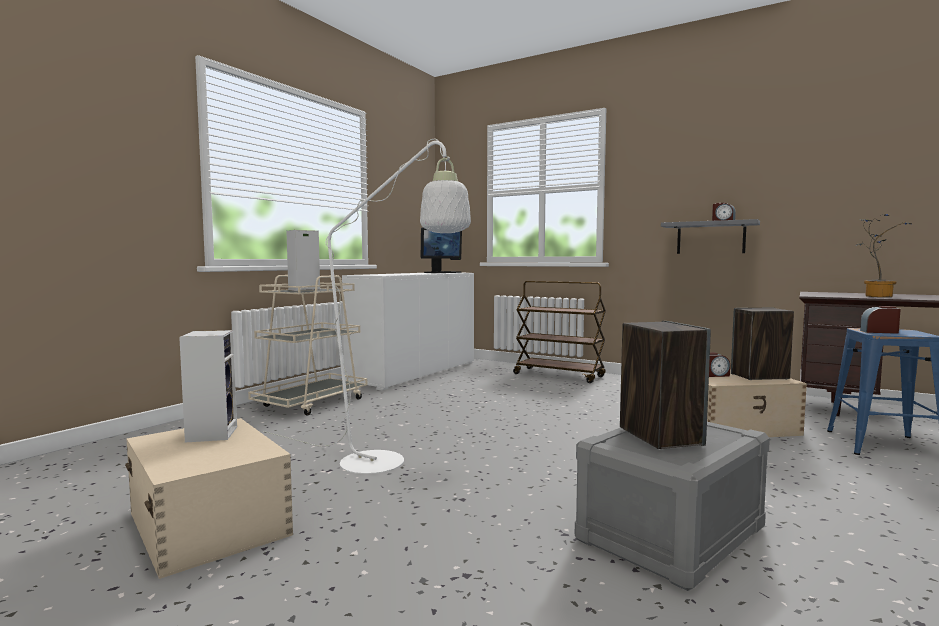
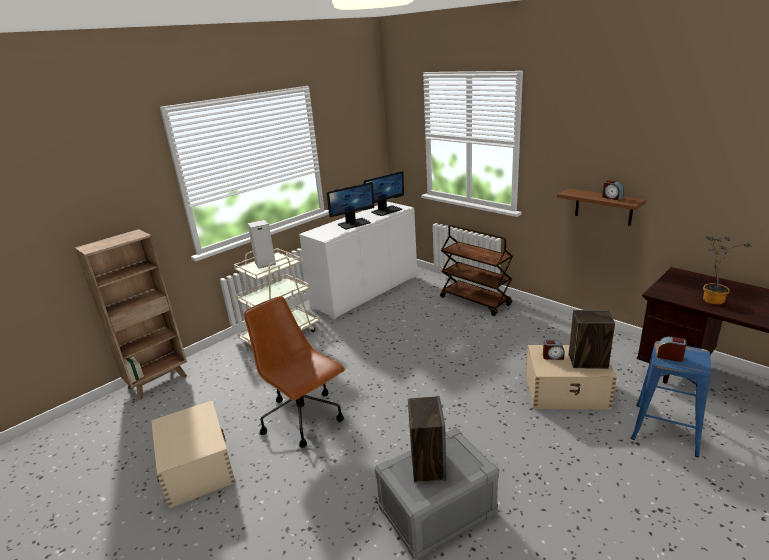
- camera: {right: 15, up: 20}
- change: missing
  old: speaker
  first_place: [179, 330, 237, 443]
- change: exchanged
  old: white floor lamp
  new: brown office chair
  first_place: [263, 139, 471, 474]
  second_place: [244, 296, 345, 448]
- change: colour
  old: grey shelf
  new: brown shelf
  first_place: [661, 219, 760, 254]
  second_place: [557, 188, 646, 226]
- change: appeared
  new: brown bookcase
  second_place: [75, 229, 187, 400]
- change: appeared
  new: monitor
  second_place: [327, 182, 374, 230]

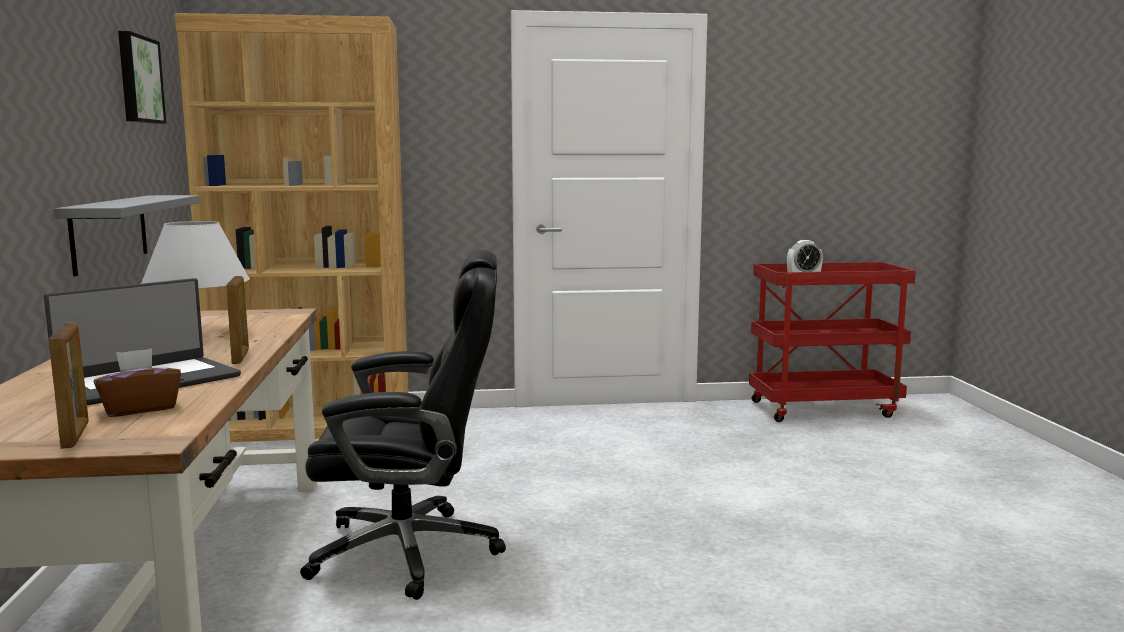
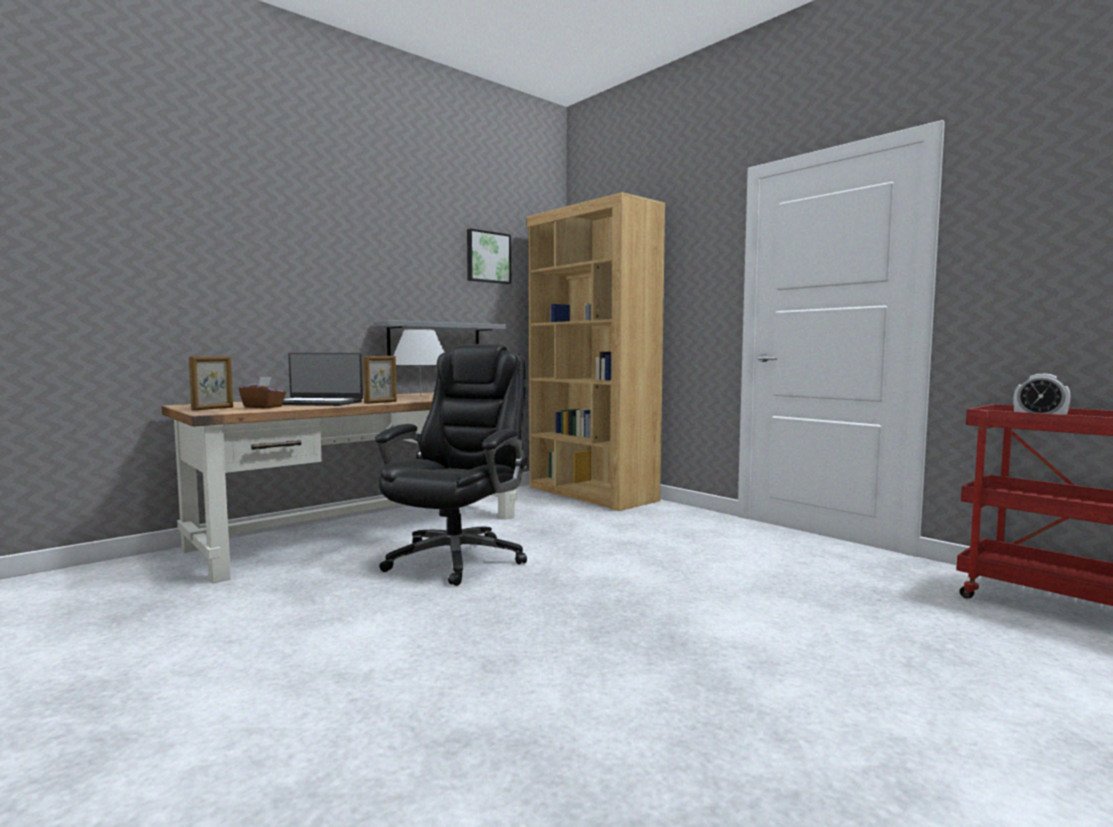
- camera: {right: 55, up: -5}
- change: spun
  old: black office chair
  first_place: [300, 250, 506, 600]
  second_place: [375, 344, 528, 586]
  degrees: -120

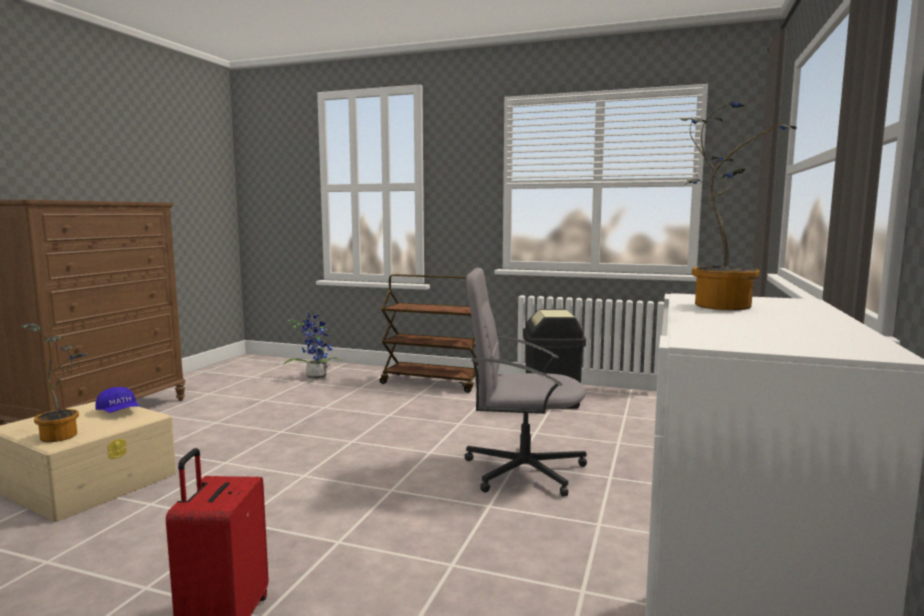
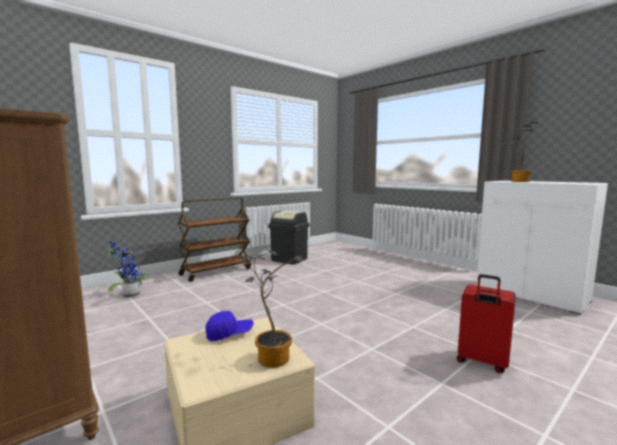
- camera: {right: -60, up: 0}
- change: missing
  old: grey office chair
  first_place: [465, 268, 587, 497]

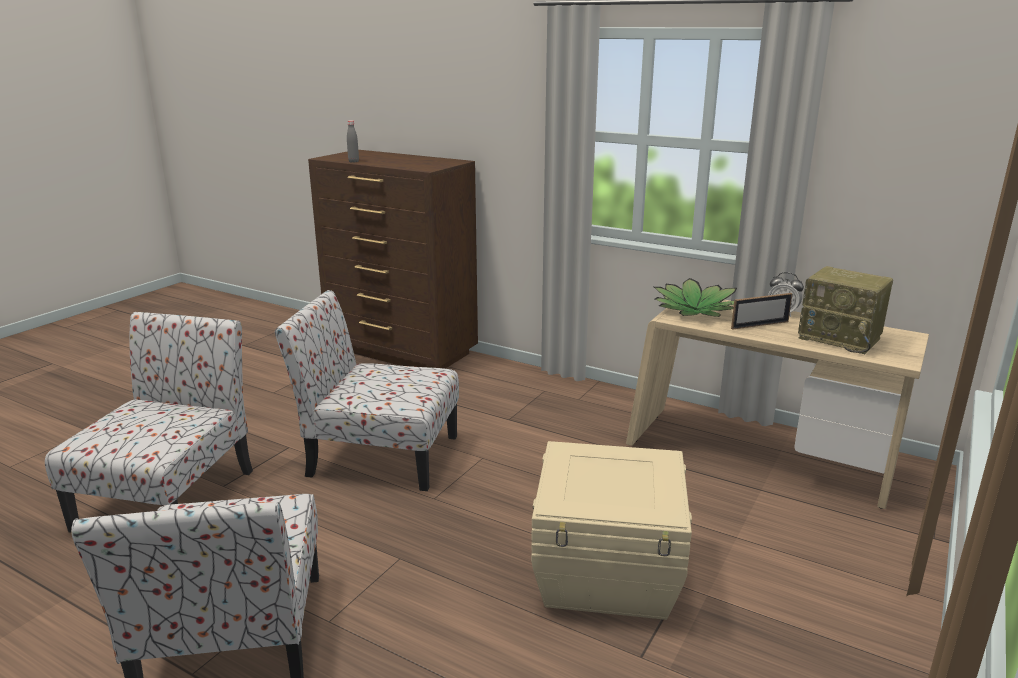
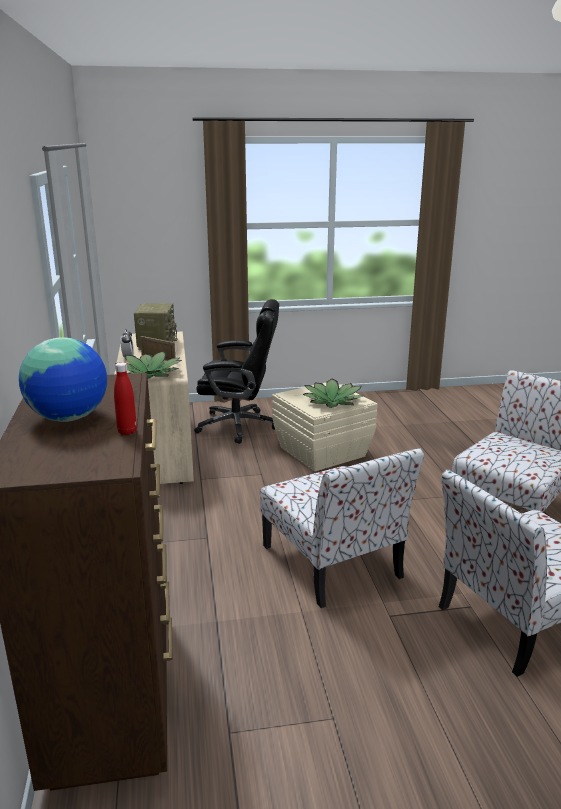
- camera: {right: -130, up: 0}
- change: colour
  old: grey bottle
  new: red bottle
  first_place: [347, 120, 359, 162]
  second_place: [114, 362, 137, 435]
- change: appeared
  new: globe
  second_place: [19, 337, 107, 422]
- change: appeared
  new: black office chair
  second_place: [194, 299, 279, 444]
- change: appeared
  new: potted plant
  second_place: [303, 379, 363, 408]

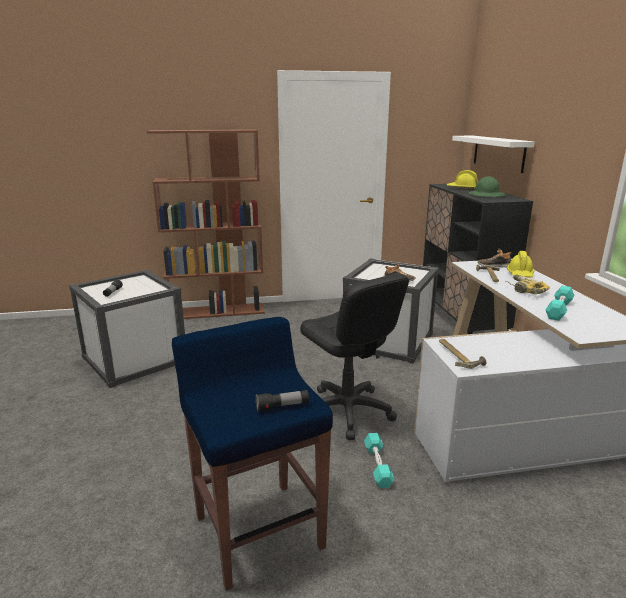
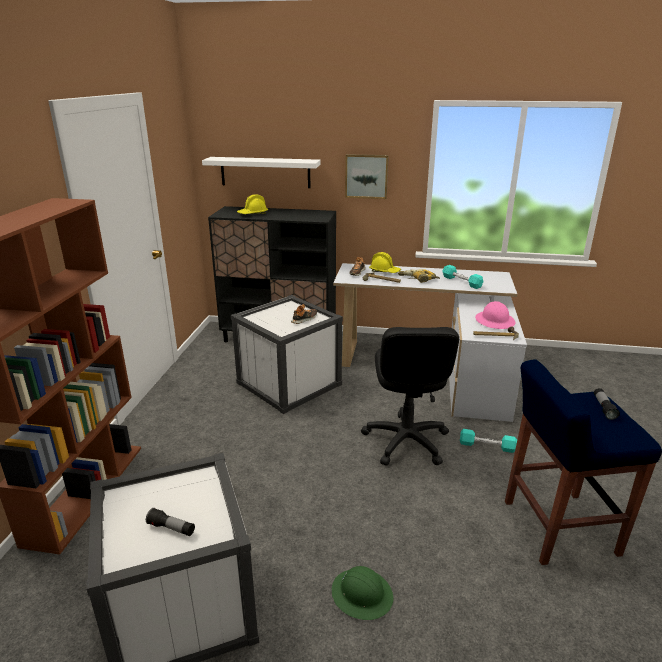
- camera: {right: -70, up: 5}
- change: spun
  old: black office chair
  first_place: [300, 273, 409, 440]
  second_place: [361, 327, 459, 466]
  degrees: 105
- change: relocated
  old: green hard hat
  first_place: [469, 176, 505, 197]
  second_place: [332, 566, 393, 620]
- change: appeared
  new: picture
  second_place: [345, 154, 389, 199]
- change: appeared
  new: pink hard hat
  second_place: [475, 301, 515, 329]

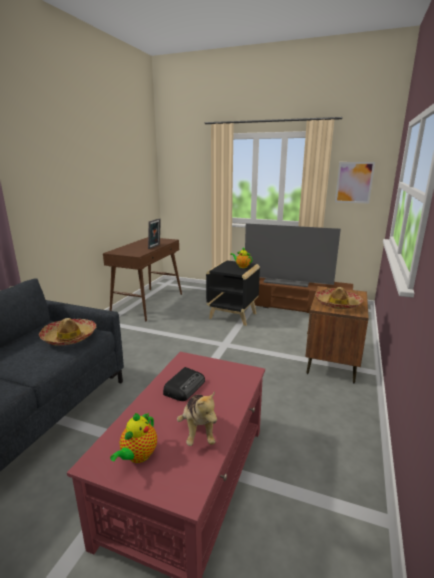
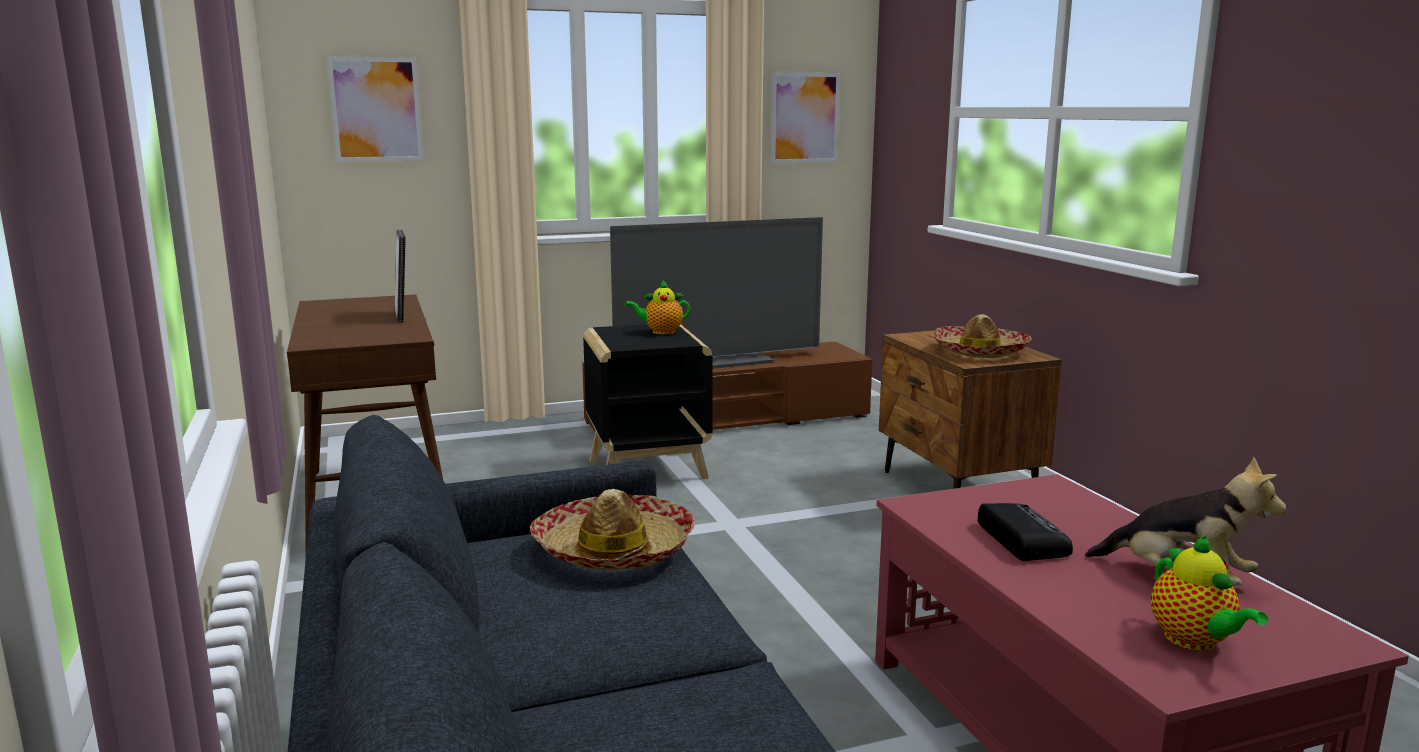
- camera: {right: -40, up: -5}
- change: appeared
  new: picture
  second_place: [327, 57, 424, 162]

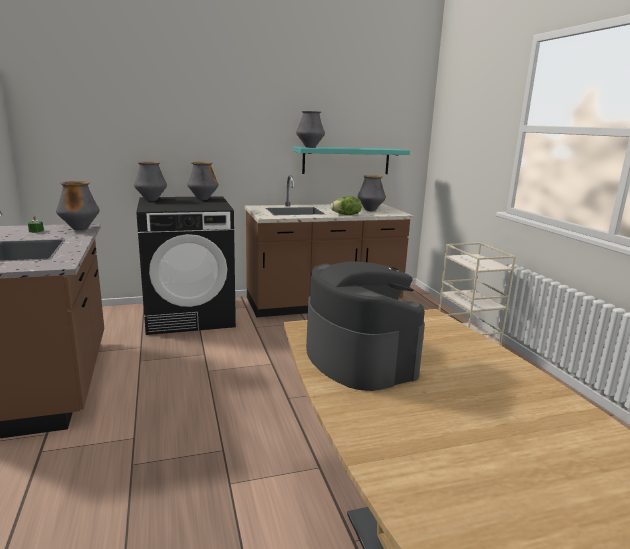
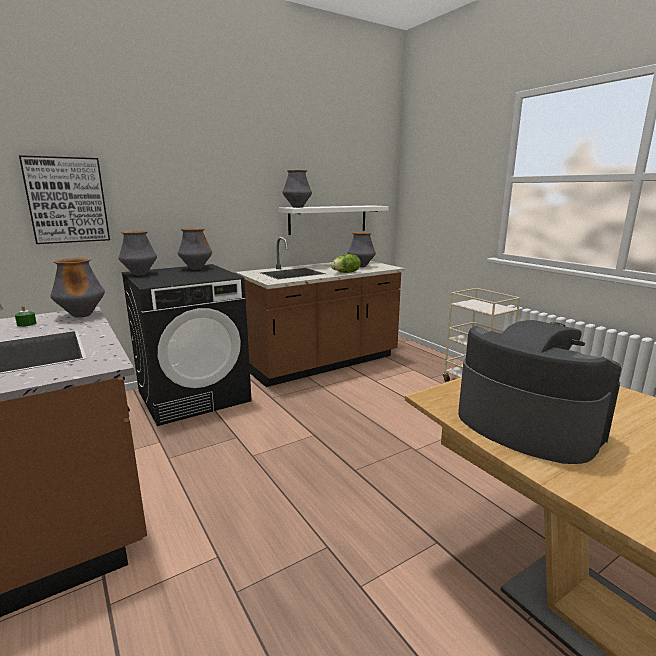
- camera: {right: -15, up: 0}
- change: colour
  old: turquoise shelf
  new: white shelf
  first_place: [293, 147, 410, 174]
  second_place: [279, 205, 389, 235]
- change: appeared
  new: picture
  second_place: [19, 155, 110, 244]

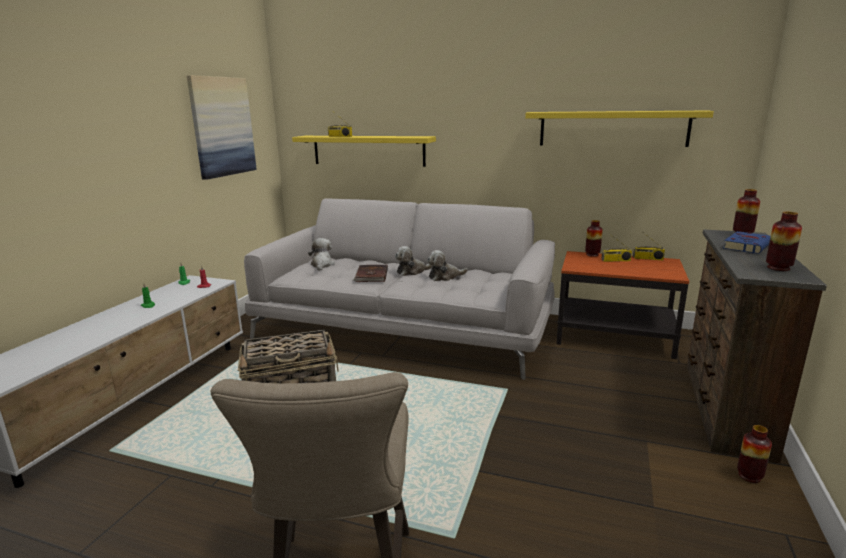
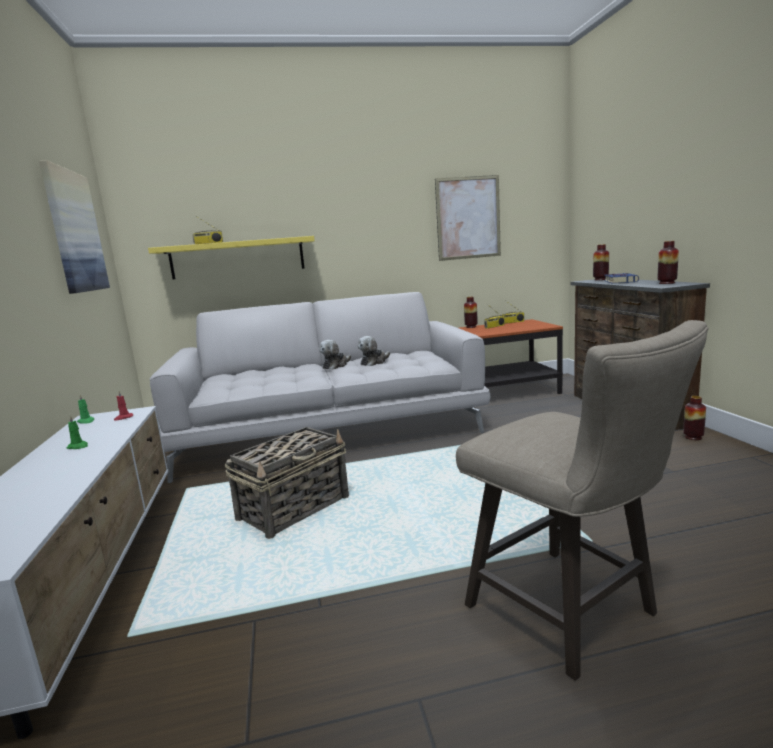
- camera: {right: -30, up: -5}
- change: missing
  old: plush toy
  first_place: [308, 238, 335, 271]
- change: missing
  old: brown book
  first_place: [353, 265, 388, 282]
- change: exchanged
  old: yellow shelf
  new: picture
  first_place: [525, 111, 714, 147]
  second_place: [435, 175, 501, 261]

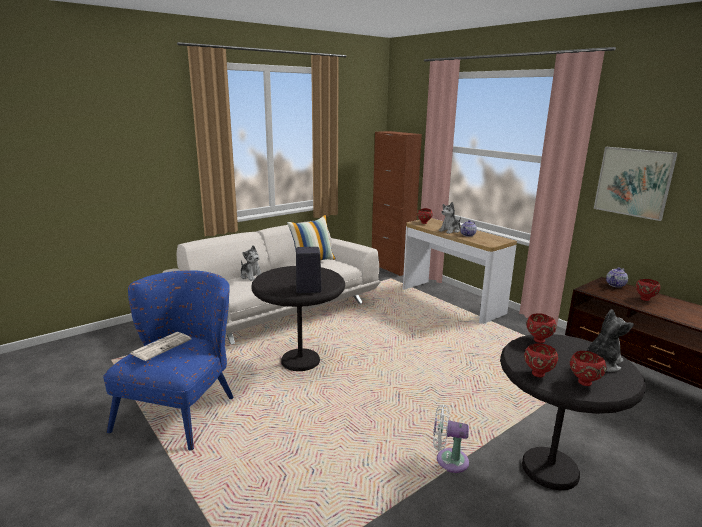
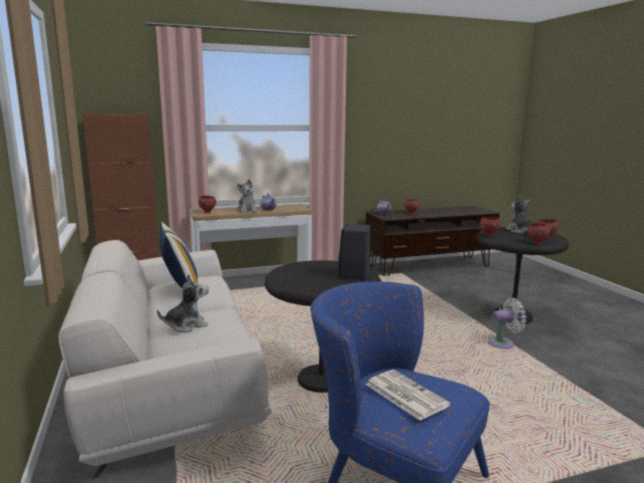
- camera: {right: -70, up: -5}
- change: spun
  old: white fan
  first_place: [433, 405, 469, 473]
  second_place: [488, 298, 526, 349]
  degrees: -135
- change: missing
  old: picture
  first_place: [594, 147, 678, 221]

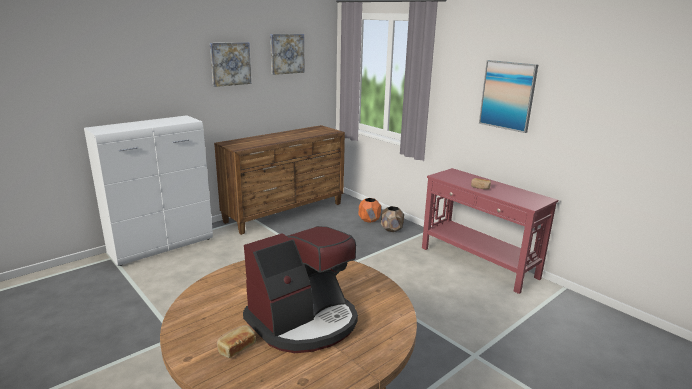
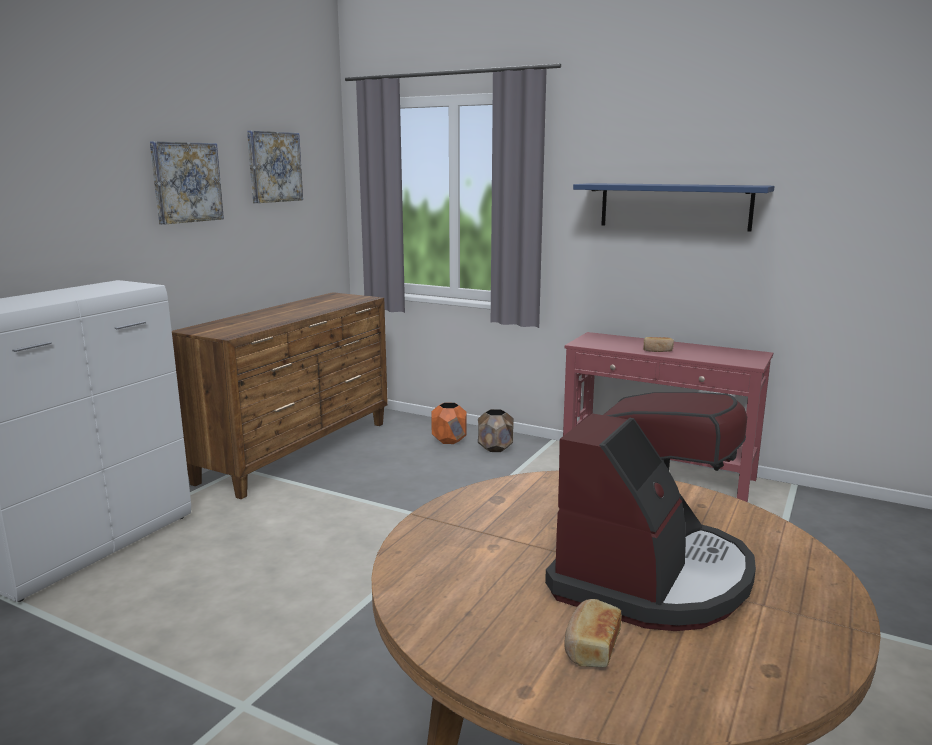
- camera: {right: -20, up: -5}
- change: exchanged
  old: picture
  new: blue shelf
  first_place: [479, 60, 538, 133]
  second_place: [573, 183, 774, 232]

